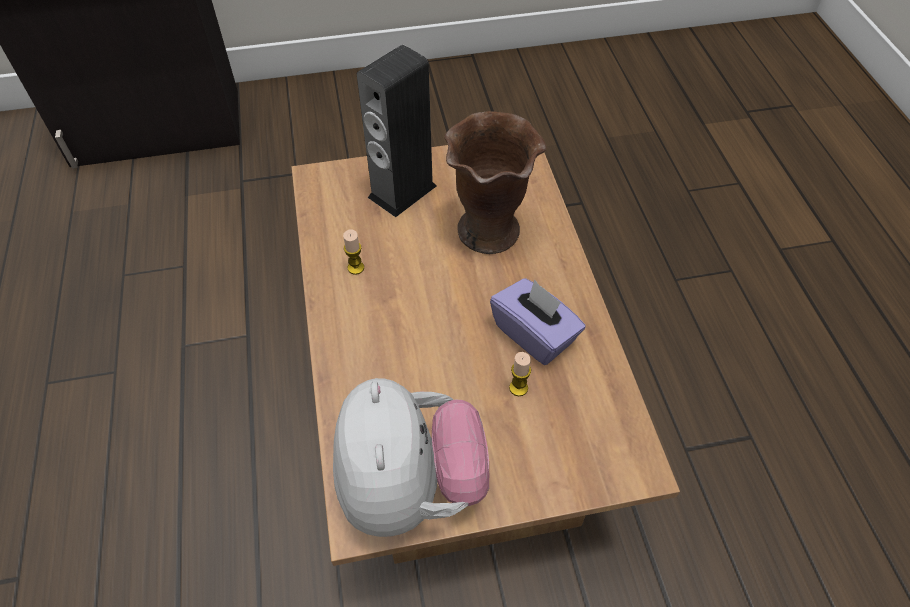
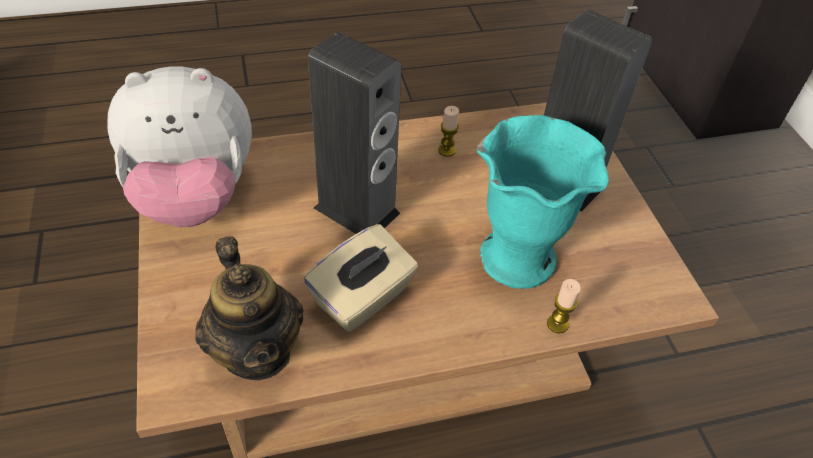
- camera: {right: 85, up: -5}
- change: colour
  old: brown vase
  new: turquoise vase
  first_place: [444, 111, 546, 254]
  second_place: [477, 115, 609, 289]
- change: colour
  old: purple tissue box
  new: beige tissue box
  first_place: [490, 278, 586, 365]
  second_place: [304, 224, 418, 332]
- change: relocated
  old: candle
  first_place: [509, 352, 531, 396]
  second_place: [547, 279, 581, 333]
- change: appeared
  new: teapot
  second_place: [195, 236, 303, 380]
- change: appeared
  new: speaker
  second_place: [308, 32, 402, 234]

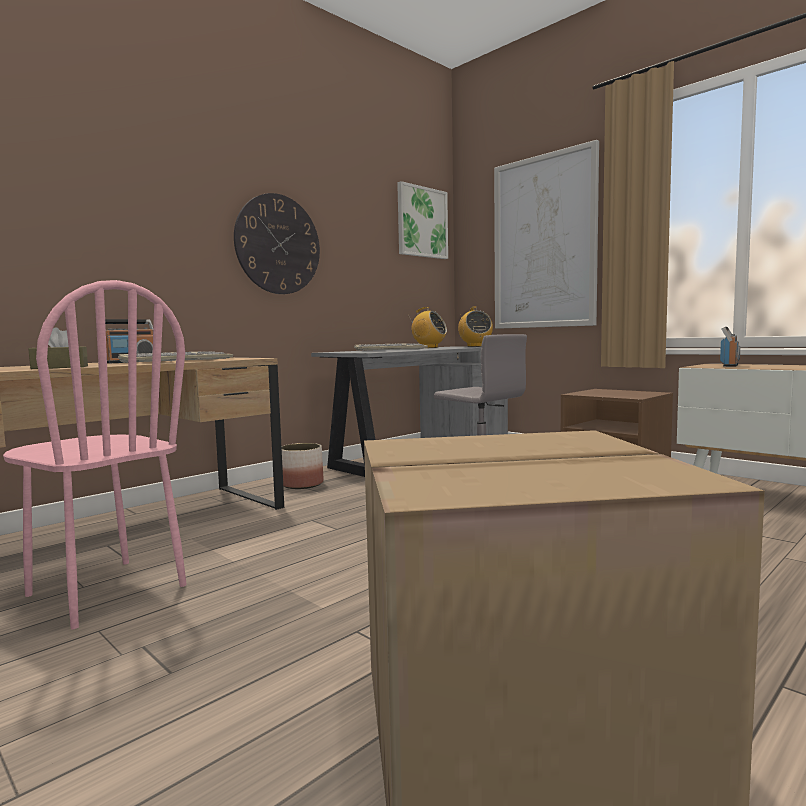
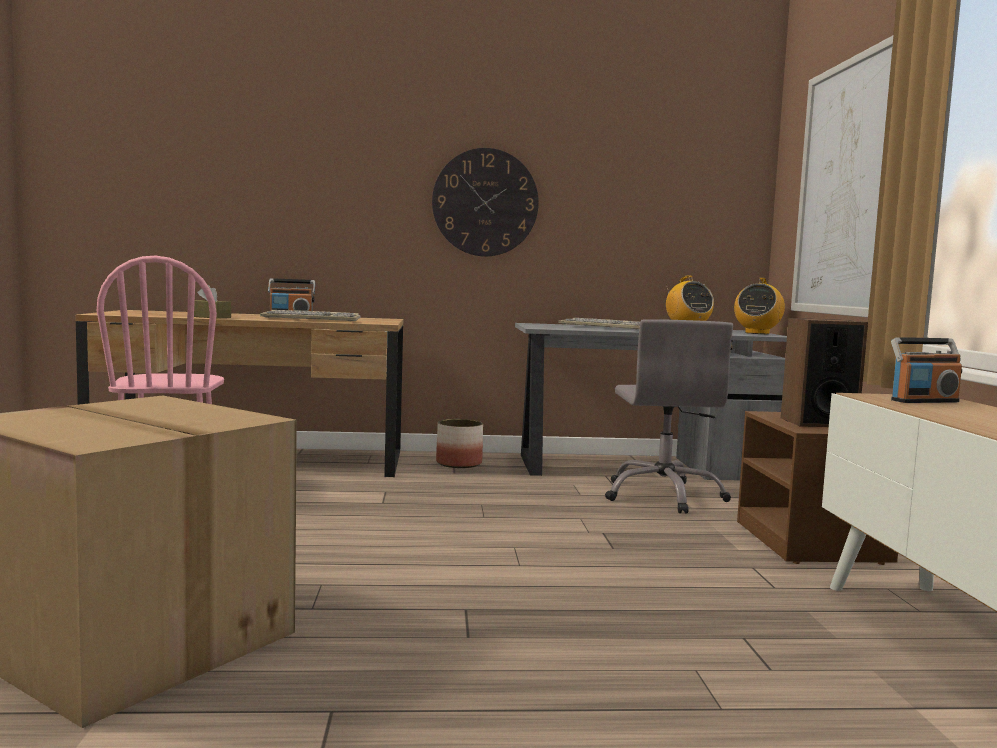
- camera: {right: 40, up: 0}
- change: missing
  old: picture
  first_place: [397, 181, 448, 259]
- change: appeared
  new: speaker
  second_place: [781, 318, 868, 427]

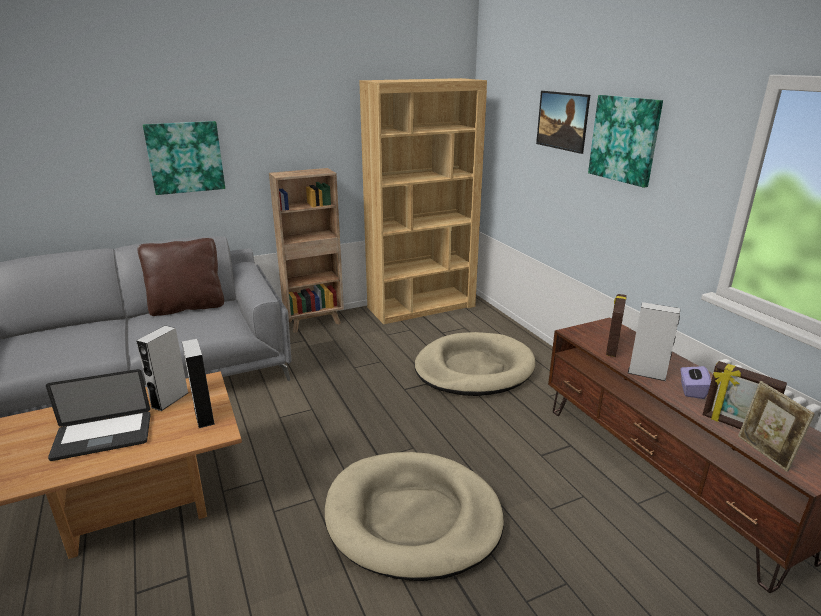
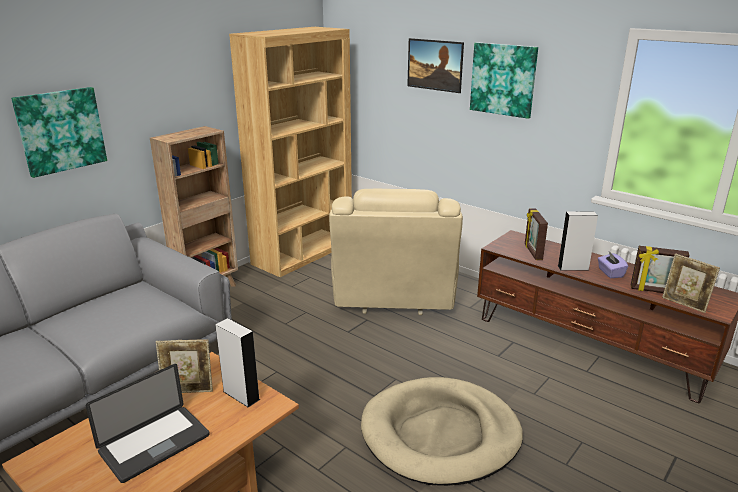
- camera: {right: -25, up: 0}
- change: exchanged
  old: grey speaker
  new: picture frame
  first_place: [136, 326, 189, 411]
  second_place: [156, 339, 213, 393]
- change: missing
  old: brown pillow
  first_place: [138, 238, 224, 316]
- change: exchanged
  old: beige dog bed
  new: beige armchair
  first_place: [415, 332, 535, 396]
  second_place: [329, 189, 463, 315]

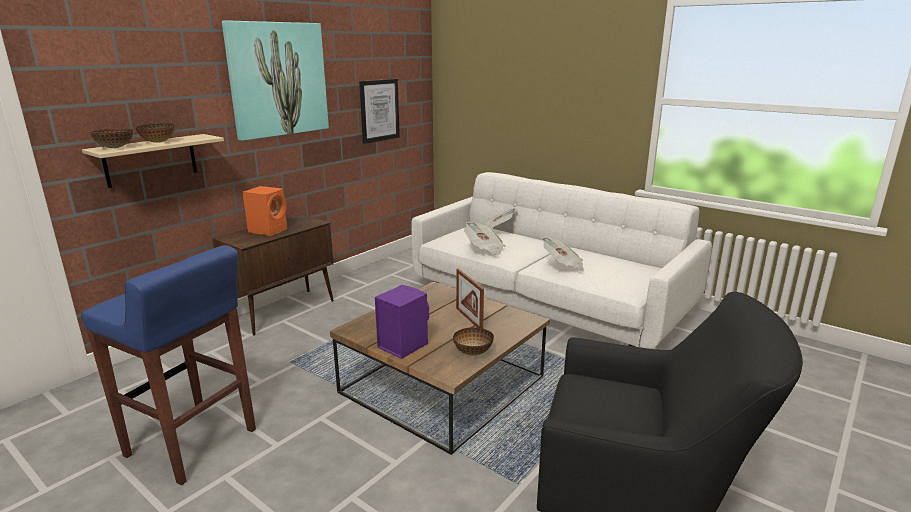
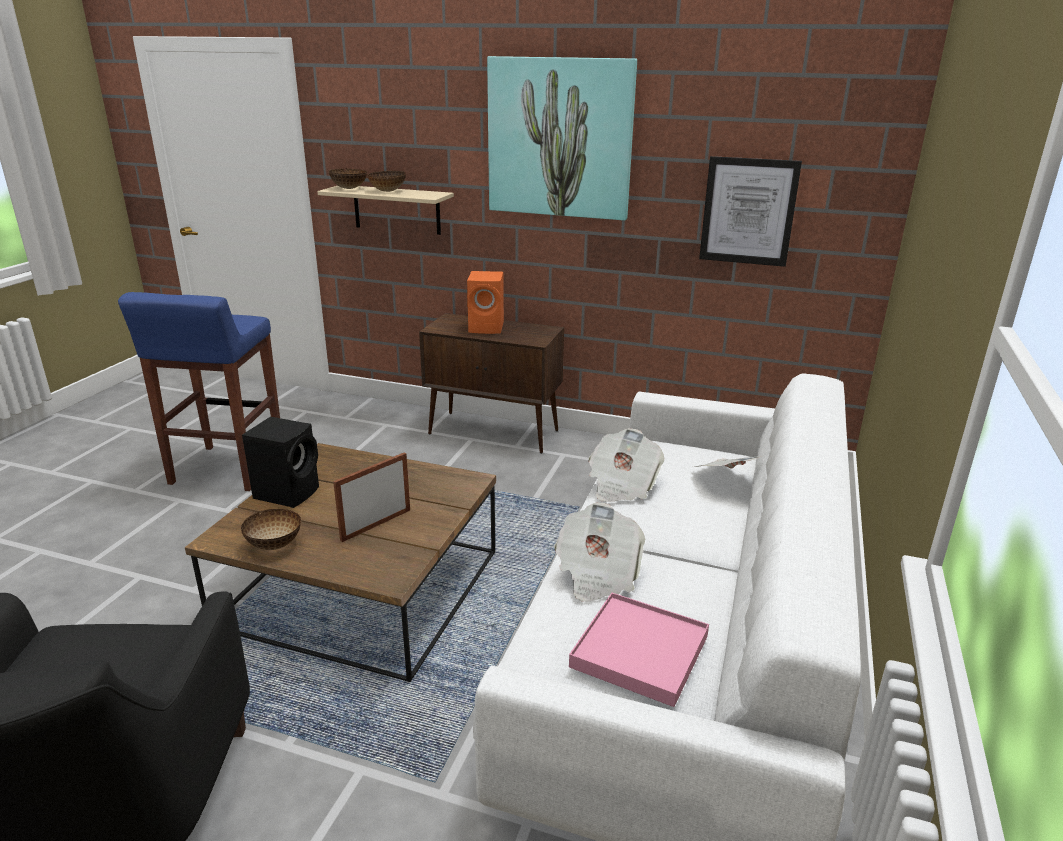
- camera: {right: 70, up: 5}
- change: colour
  old: purple speaker
  new: black speaker
  first_place: [375, 285, 429, 359]
  second_place: [242, 417, 319, 508]
- change: appeared
  new: pink tray
  second_place: [569, 593, 709, 707]

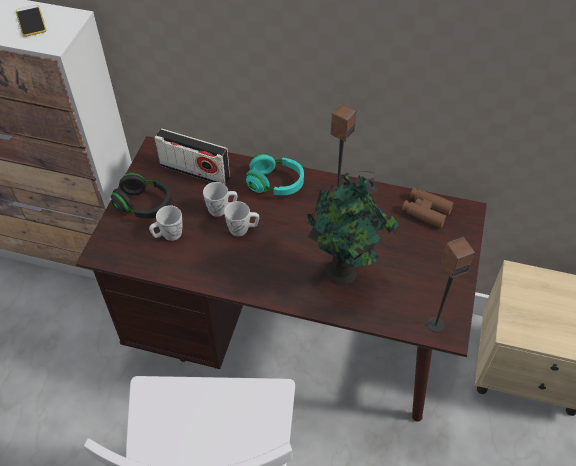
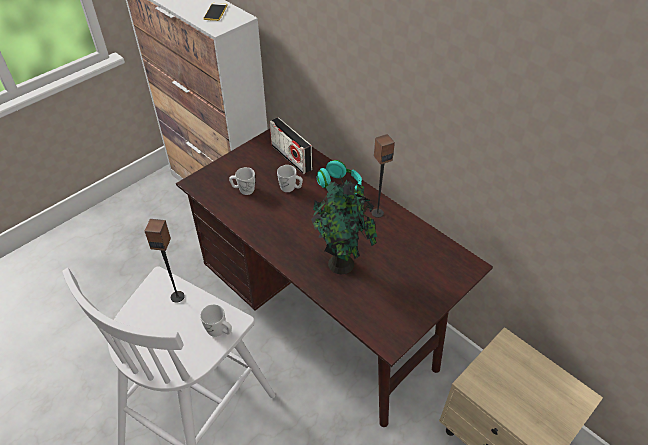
- camera: {right: 30, up: -5}
- change: missing
  old: black headphones
  first_place: [111, 173, 172, 219]
- change: relocated
  old: white mug
  first_place: [224, 201, 259, 236]
  second_place: [200, 304, 232, 337]
- change: missing
  old: brown binoculars
  first_place: [401, 188, 454, 228]
- change: relocated
  old: speaker
  first_place: [427, 237, 475, 332]
  second_place: [145, 219, 185, 302]

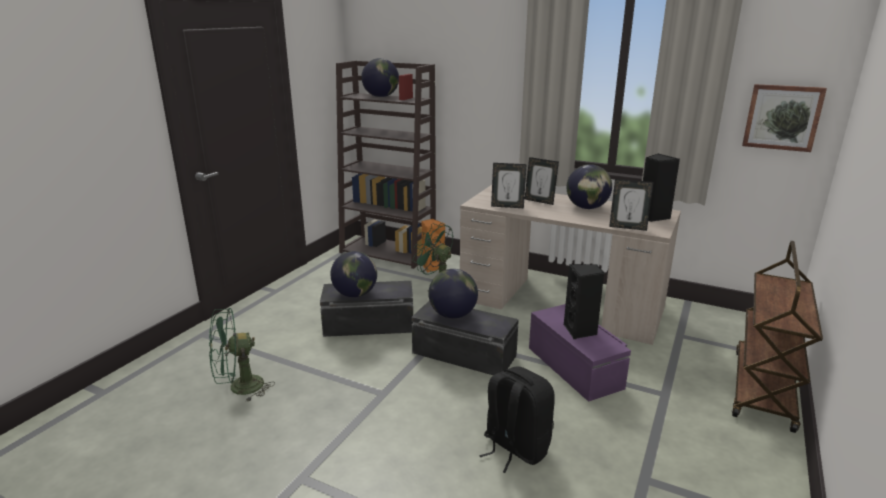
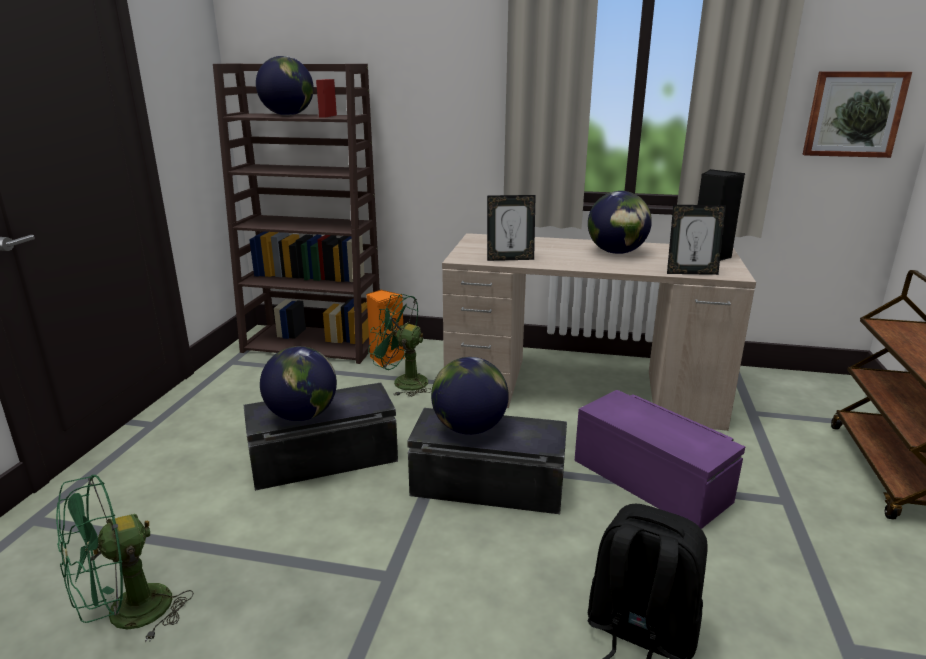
- camera: {right: -15, up: 0}
- change: missing
  old: picture frame
  first_place: [525, 157, 559, 205]
- change: missing
  old: black speaker
  first_place: [564, 264, 604, 339]

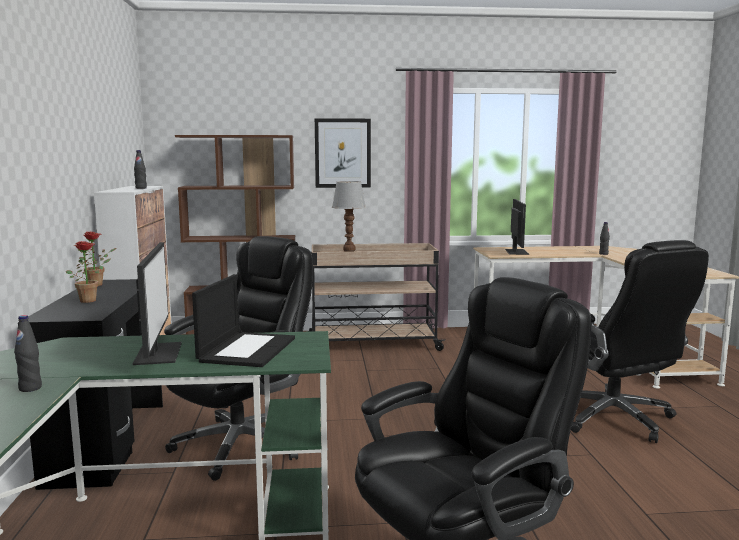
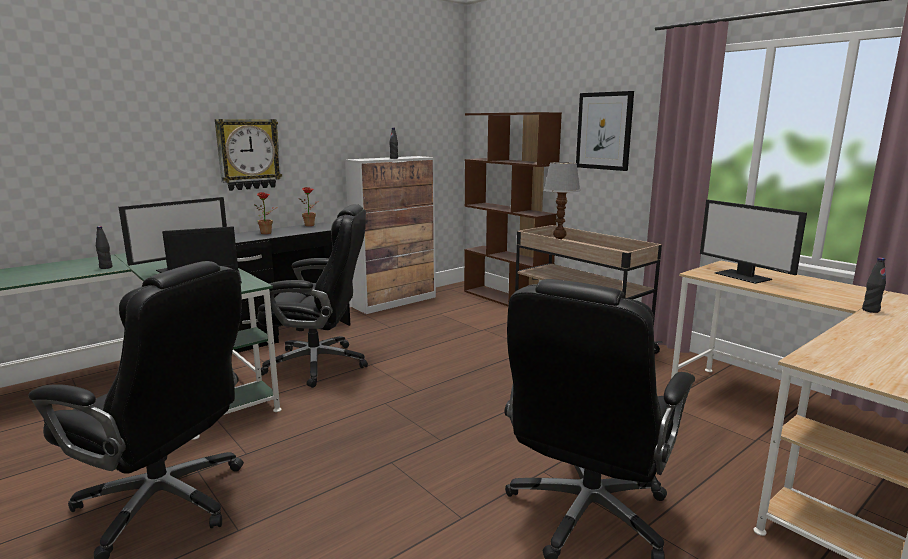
- camera: {right: 55, up: 5}
- change: spun
  old: monitor
  first_place: [505, 199, 529, 255]
  second_place: [700, 200, 807, 284]
  degrees: 90
- change: appeared
  new: wall clock
  second_place: [215, 119, 282, 191]

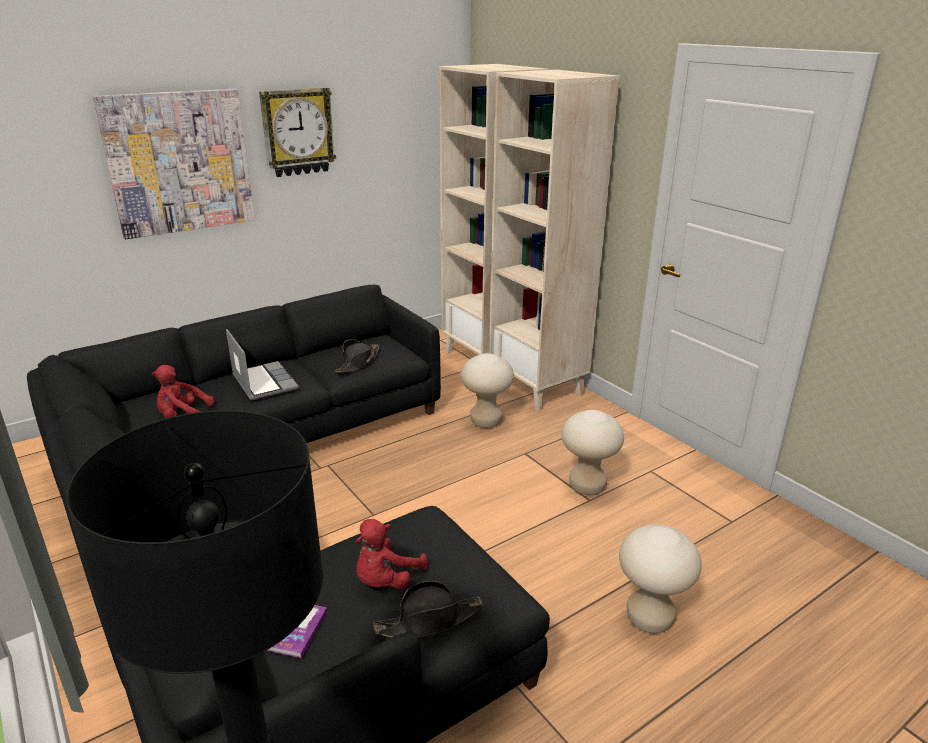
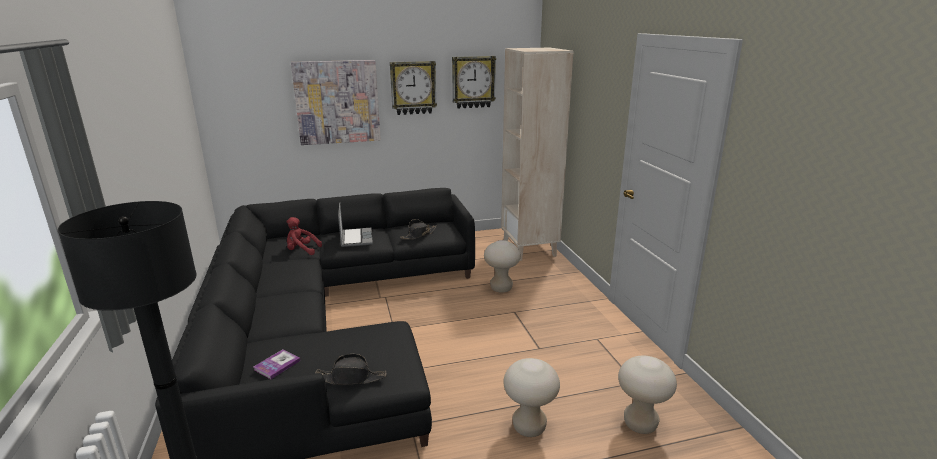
- camera: {right: 20, up: -5}
- change: missing
  old: red plush toy
  first_place: [356, 519, 429, 589]
- change: missing
  old: beige bookcase
  first_place: [489, 70, 620, 411]
- change: relocated
  old: beige stool
  first_place: [561, 410, 624, 495]
  second_place: [618, 356, 677, 434]
- change: appeared
  new: wall clock
  second_place: [452, 56, 496, 109]

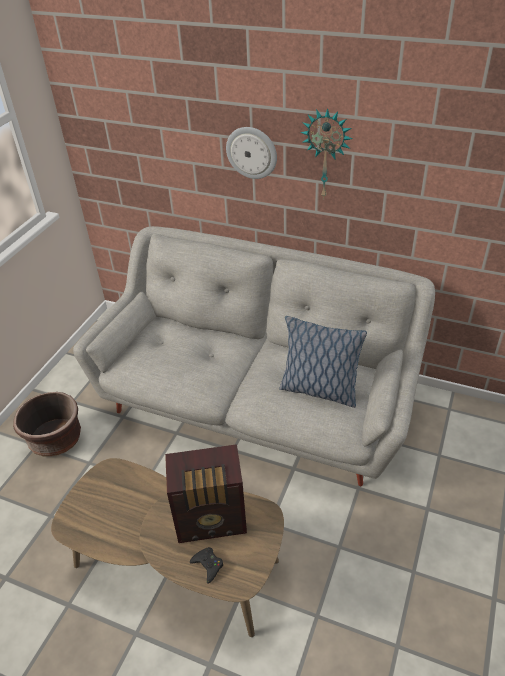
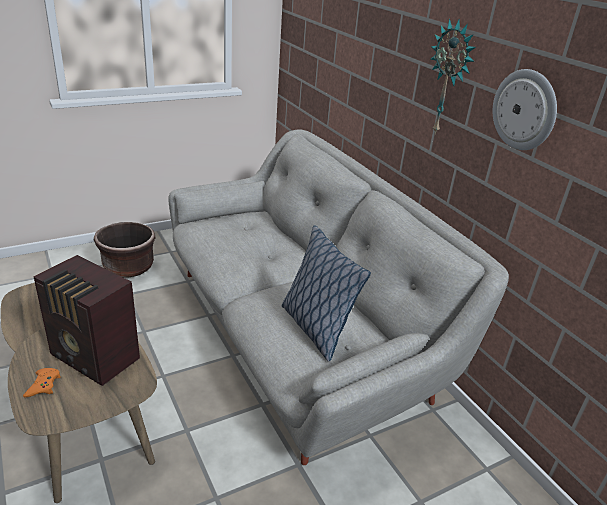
- camera: {right: 35, up: -10}
- change: colour
  old: black game controller
  new: orange game controller
  first_place: [190, 547, 223, 584]
  second_place: [23, 368, 61, 397]
- change: relocated
  old: wall clock
  first_place: [226, 127, 277, 179]
  second_place: [493, 69, 557, 150]

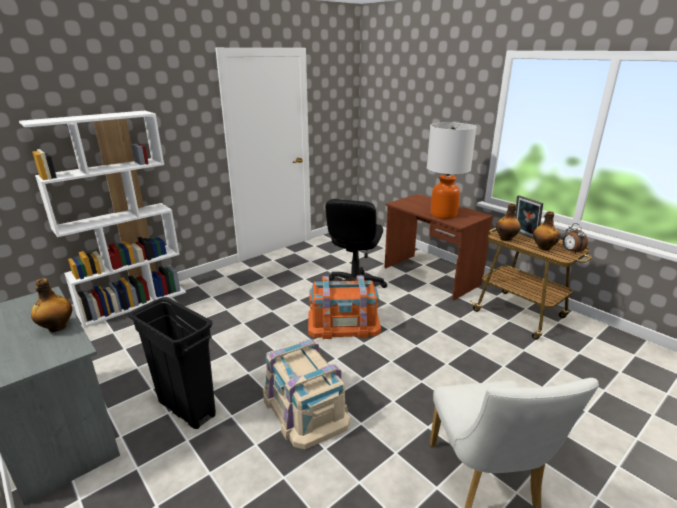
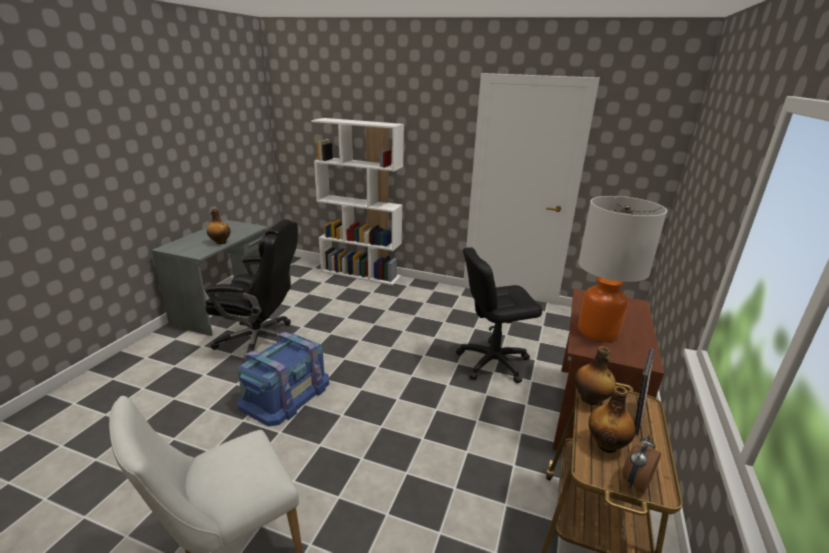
- camera: {right: 60, up: 0}
- change: exchanged
  old: black trash can
  new: black office chair
  first_place: [128, 297, 216, 429]
  second_place: [205, 219, 298, 363]
- change: colour
  old: beige storage box
  new: blue storage box
  first_place: [263, 339, 350, 449]
  second_place: [238, 332, 329, 426]
- change: missing
  old: orange storage box
  first_place: [308, 275, 381, 339]

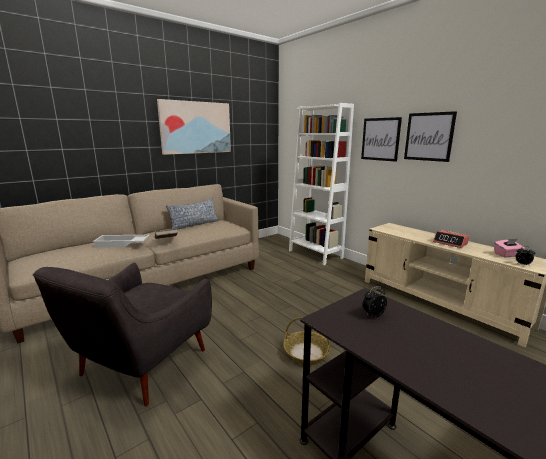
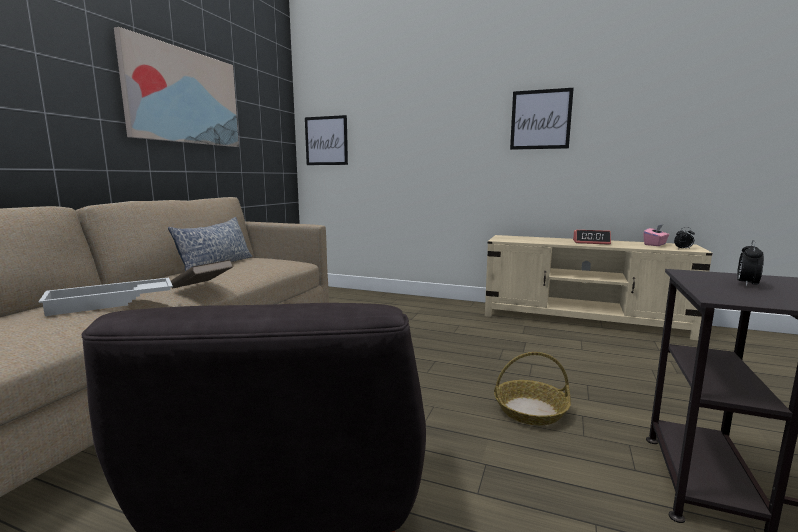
- camera: {right: -30, up: -5}
- change: missing
  old: white bookcase
  first_place: [289, 103, 354, 265]
- change: relocated
  old: picture
  first_place: [361, 117, 402, 162]
  second_place: [305, 115, 348, 165]

